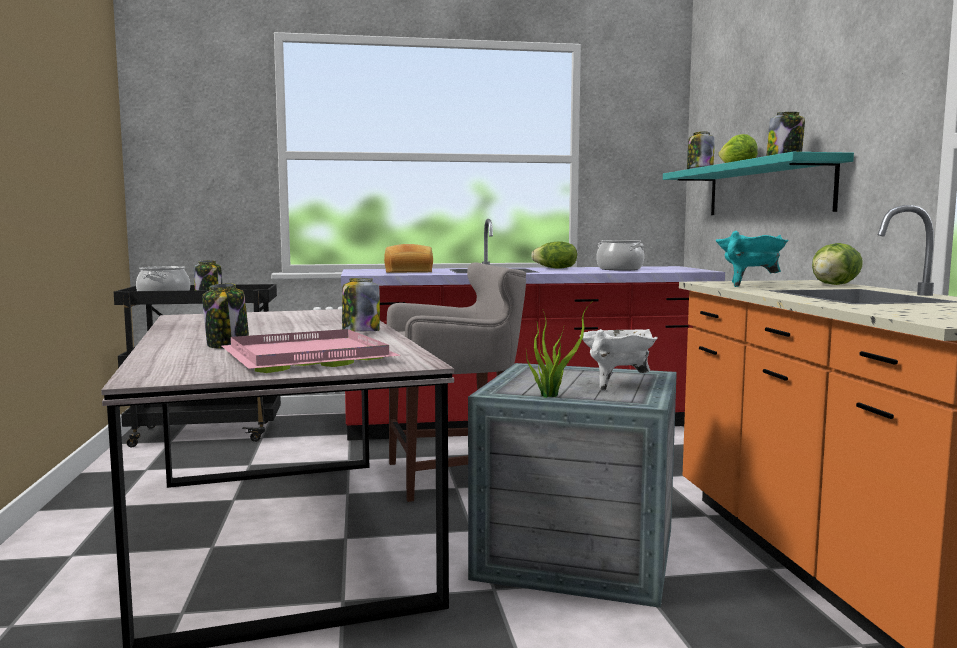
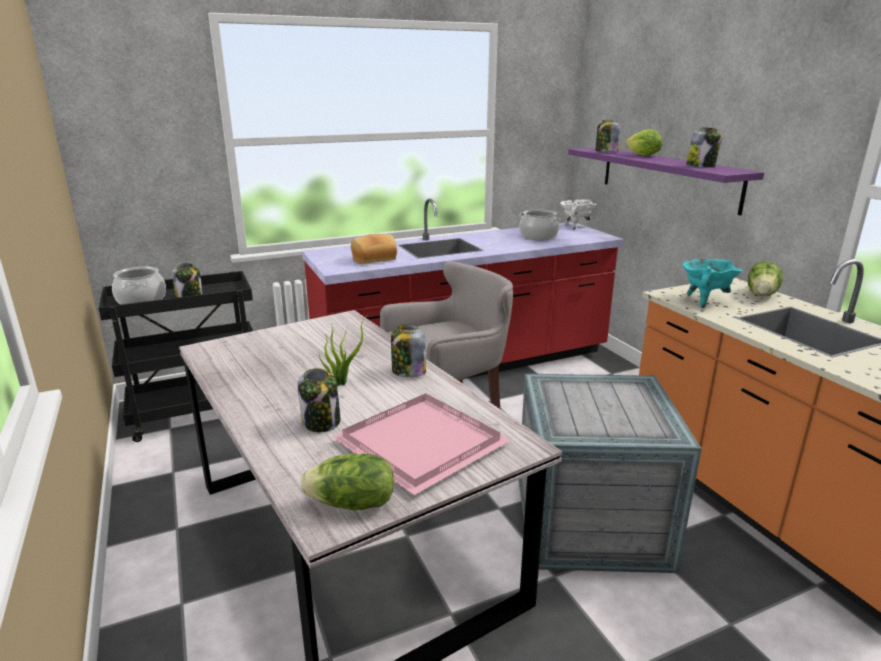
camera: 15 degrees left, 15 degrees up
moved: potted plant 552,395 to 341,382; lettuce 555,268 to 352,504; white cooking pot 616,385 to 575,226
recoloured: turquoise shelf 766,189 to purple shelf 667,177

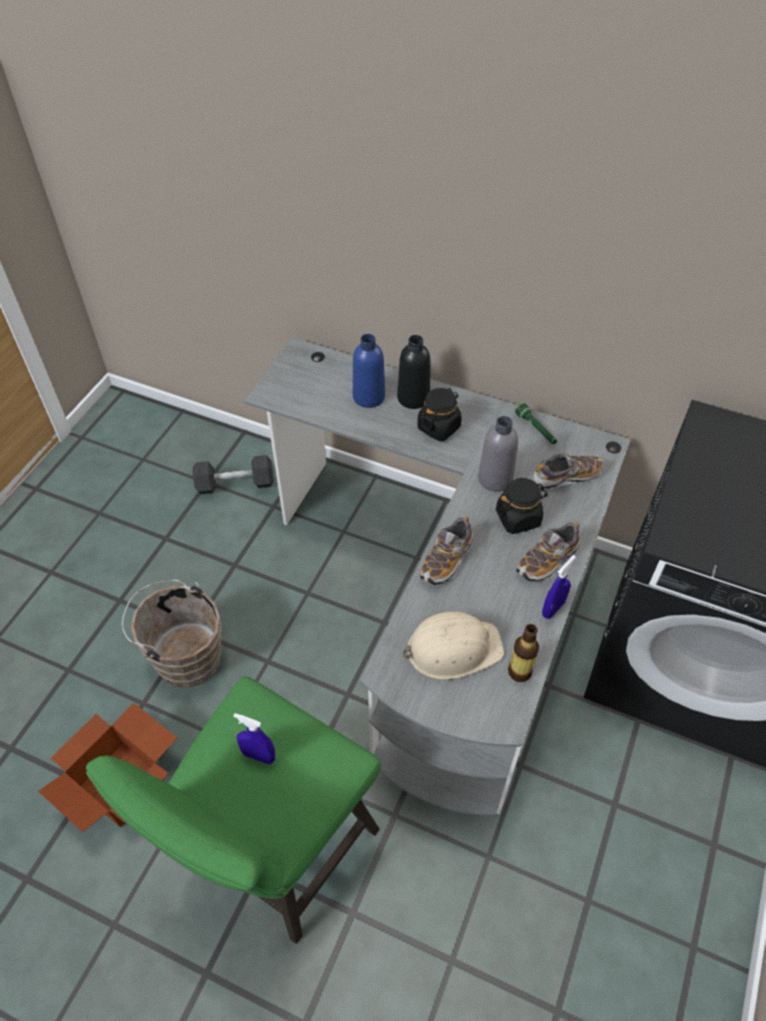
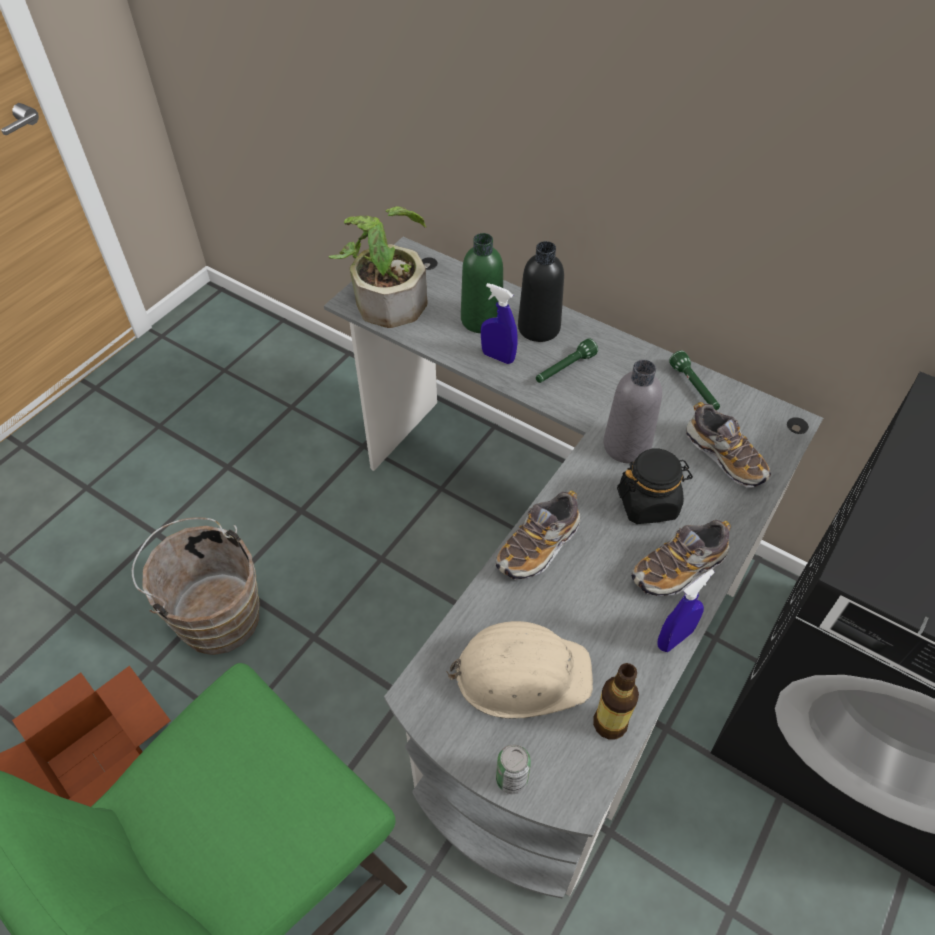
camera: 10 degrees right, 0 degrees up
removed: grey dumbbell 235,484
added: potted plant 386,297; can 511,779
moved: blue spray bottle 258,755 to 498,357
replaced: black jar 439,427 to green flashlight 564,369
recoloured: blue bottle 369,397 to green bottle 481,319
turned: shoe 566,477 = 724,457 60 degrees clockwise

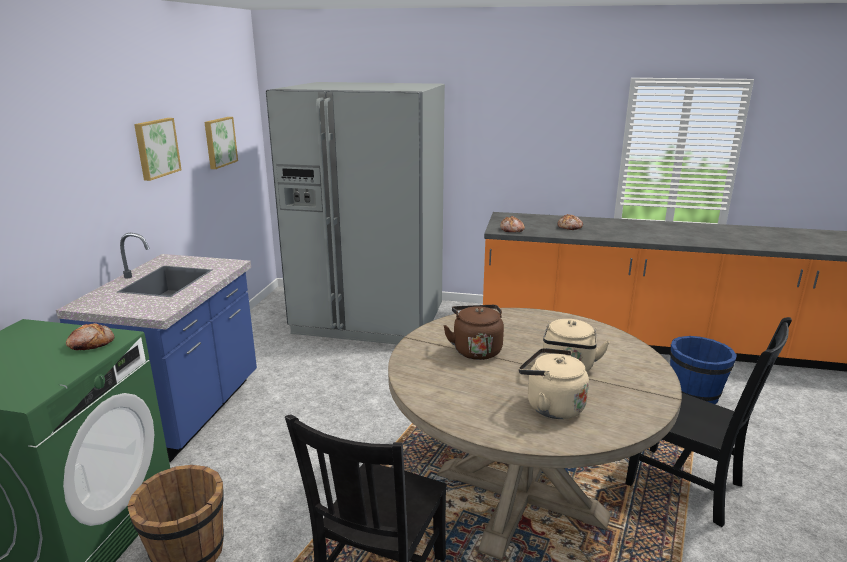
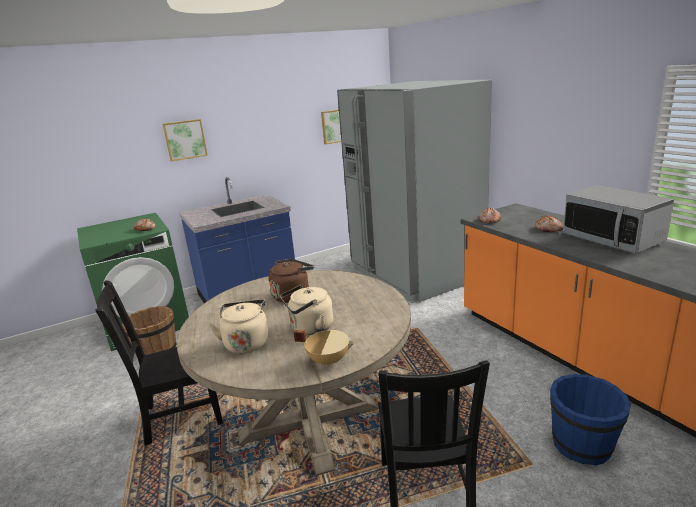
camera: 50 degrees right, 0 degrees up
added: beige cooking pot 328,360; microwave 612,239
moved: picture 156,148 to 185,139

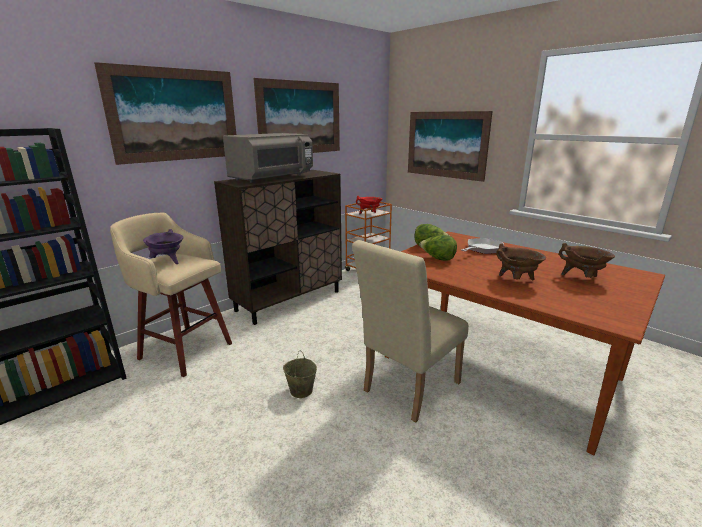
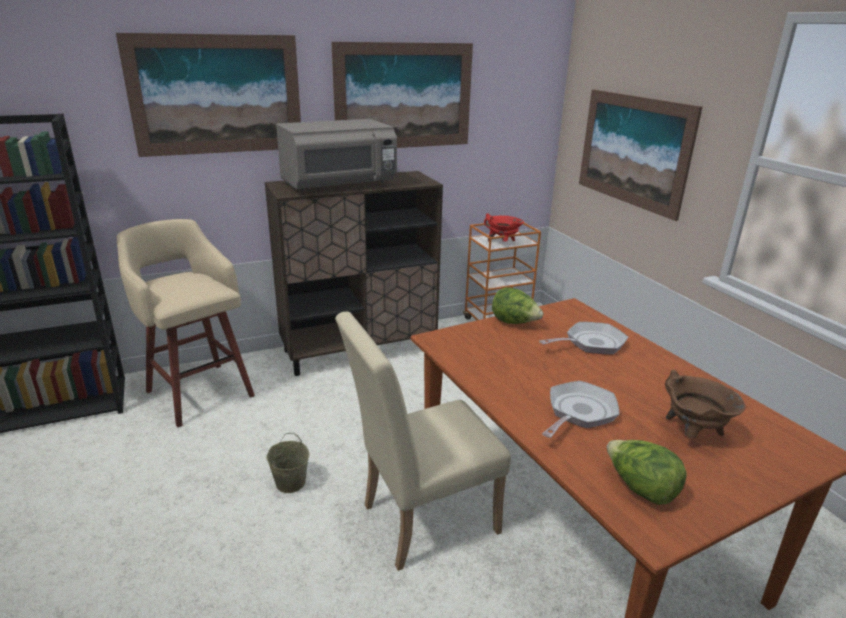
camera: 20 degrees right, 5 degrees up
removed: purple cooking pot 168,262
moved: lettuce 438,259 to 640,489
replaced: brown cooking pot 516,281 to frying pan 579,413

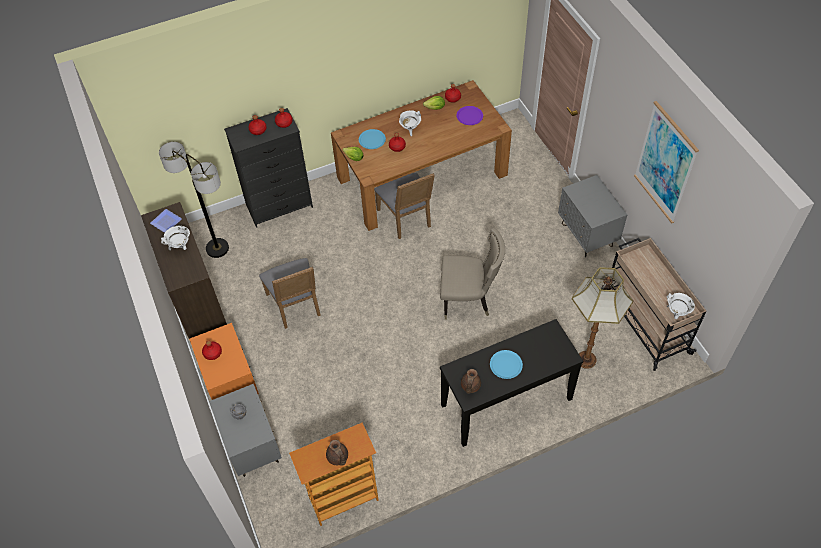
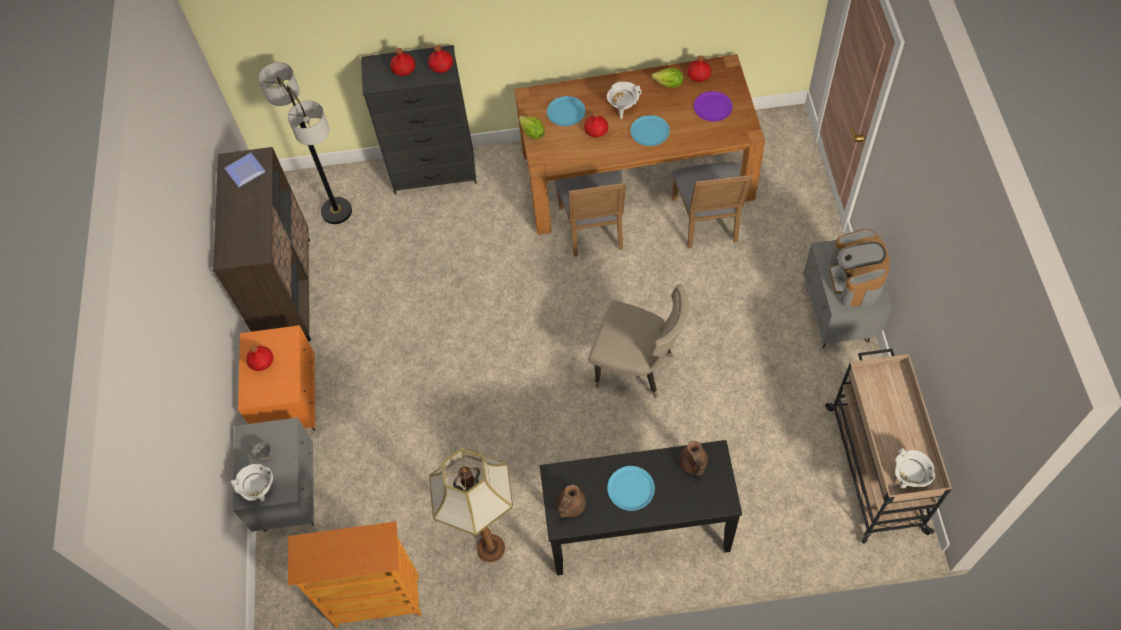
camera: 20 degrees right, 5 degrees up
removed: picture 665,163
added: blue plate 650,131; coffee machine 855,279
moved: white cooking pot 180,246 to 260,490; grey chair 296,306 to 708,223; brown teapot 338,457 to 693,463; floor lamp 585,359 to 490,547

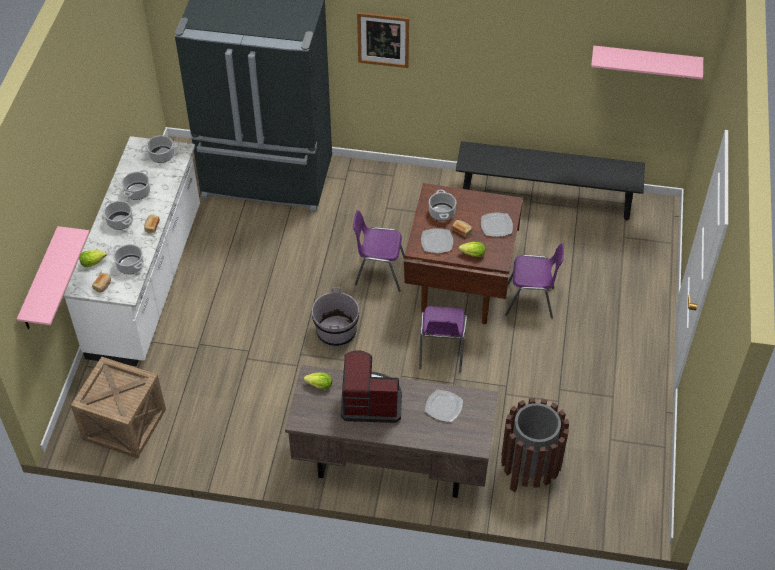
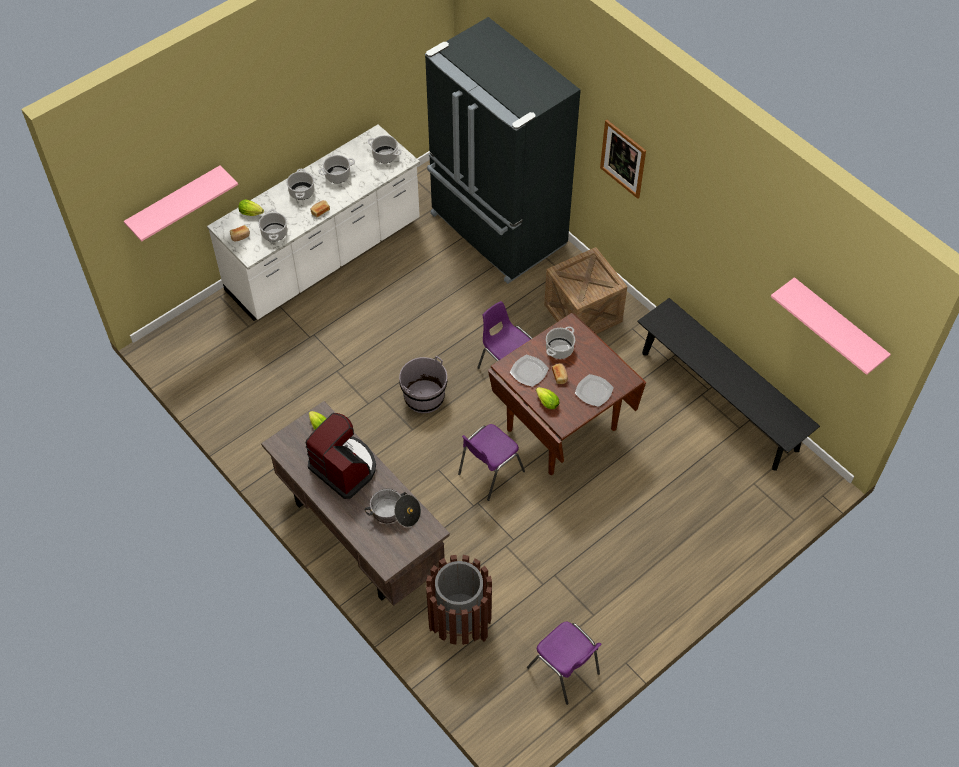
camera: 40 degrees right, 5 degrees up
moved: crate 124,424 to 583,313; purple chair 531,301 to 564,671
replaced: plate 443,406 to cooking pot 394,513

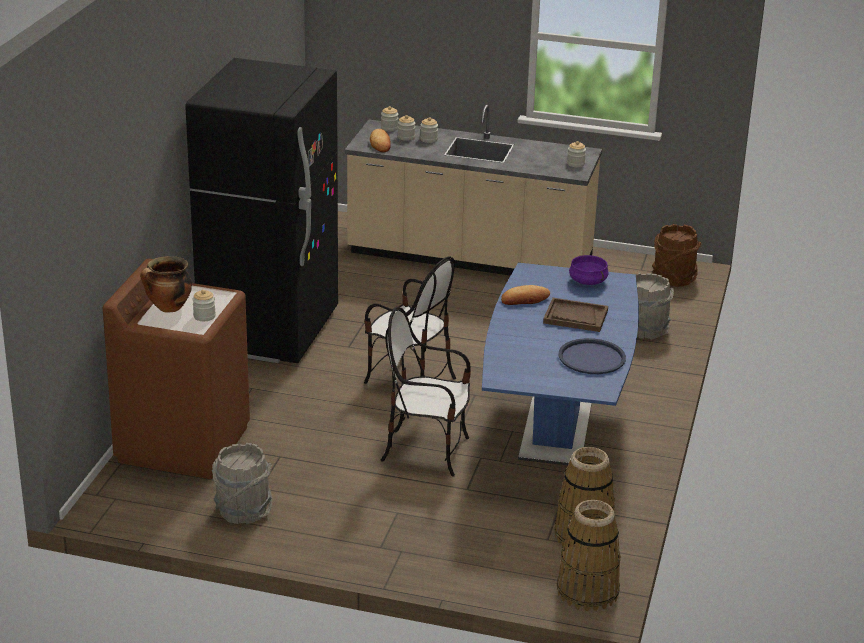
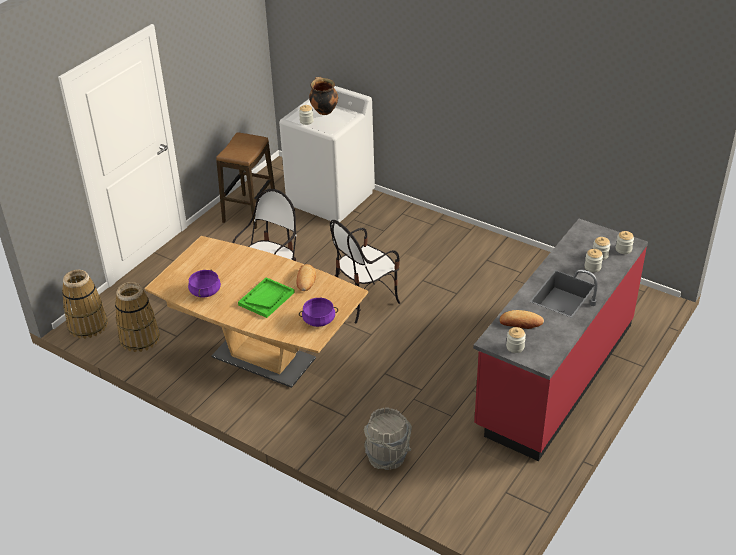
camera: 110 degrees right, 10 degrees up
removed: black fridge 270,331; brown bucket 673,278
moved: bread 380,144 to 521,322
replaced: grey bucket 243,511 to stool 249,211; blue tray 591,357 to purple cooking pot 205,291
recoloured: brown washing machine 183,443 to white washing machine 331,198; beige counter 469,259 to red counter 554,375; blue dining table 556,429 to brown dining table 263,358; brown tray 575,317 to green tray 266,298

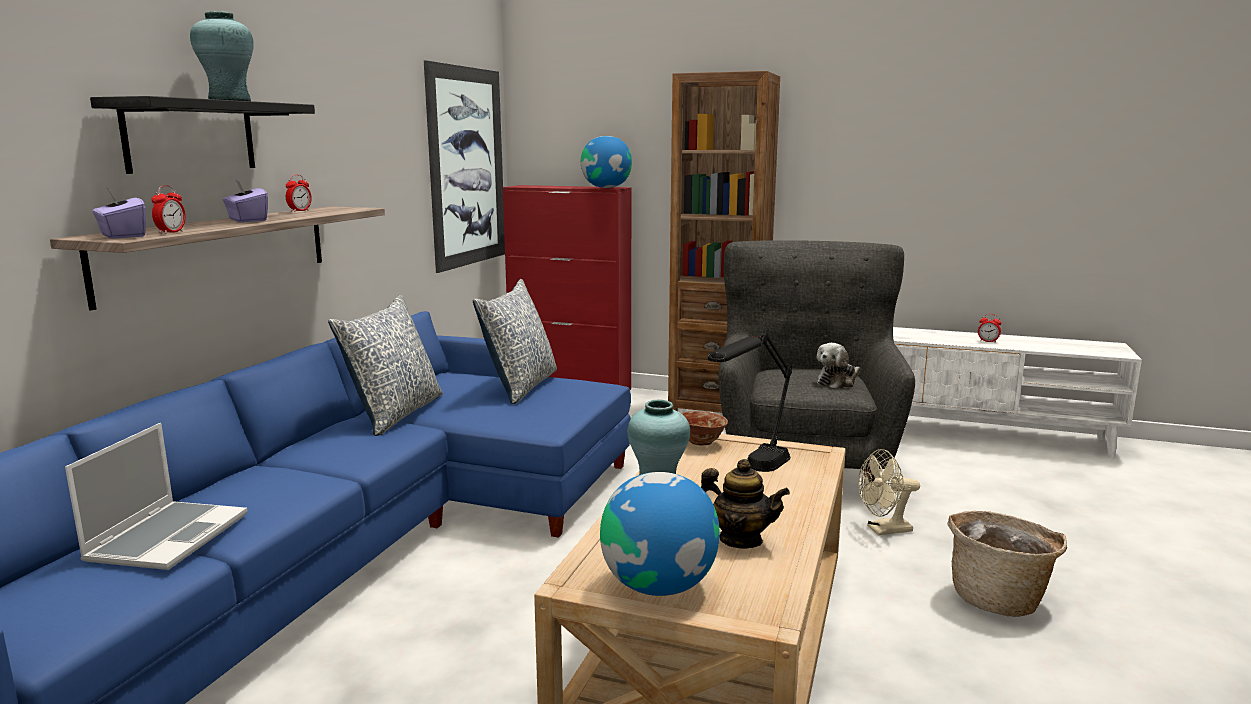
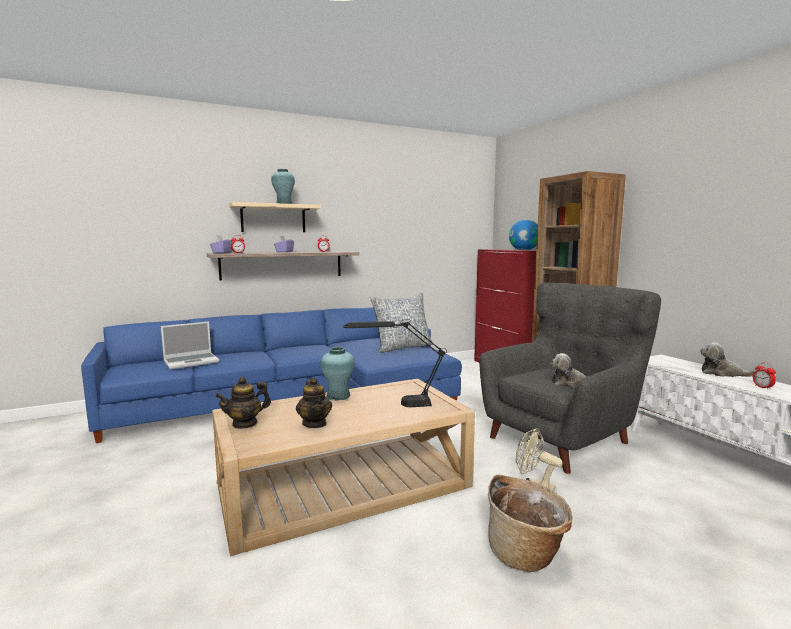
camera: 45 degrees right, 5 degrees down
removed: pillow 395,414; picture 467,167; bowl 701,442
added: plush toy 722,373
replaced: globe 659,585 to teapot 245,423
recoloured: black shelf 191,136 to beige shelf 273,218

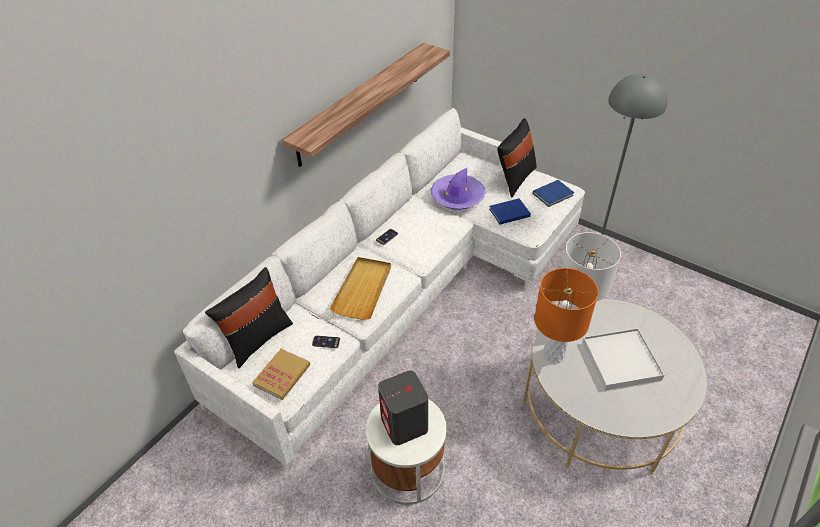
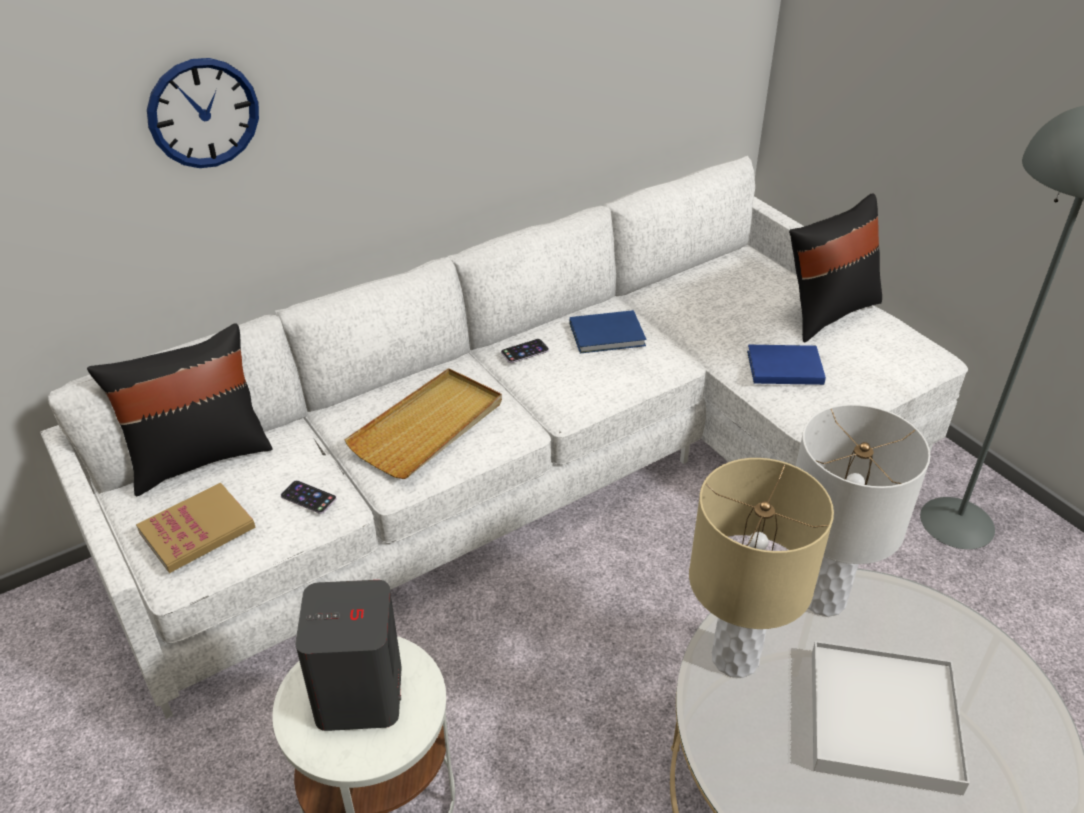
camera: 20 degrees right, 5 degrees down
removed: shelf 360,103; purple hat 457,197
added: wall clock 203,113
moved: blue book 554,194 to 609,335
recoloured: orange table lamp 553,354 to beige table lamp 735,657

